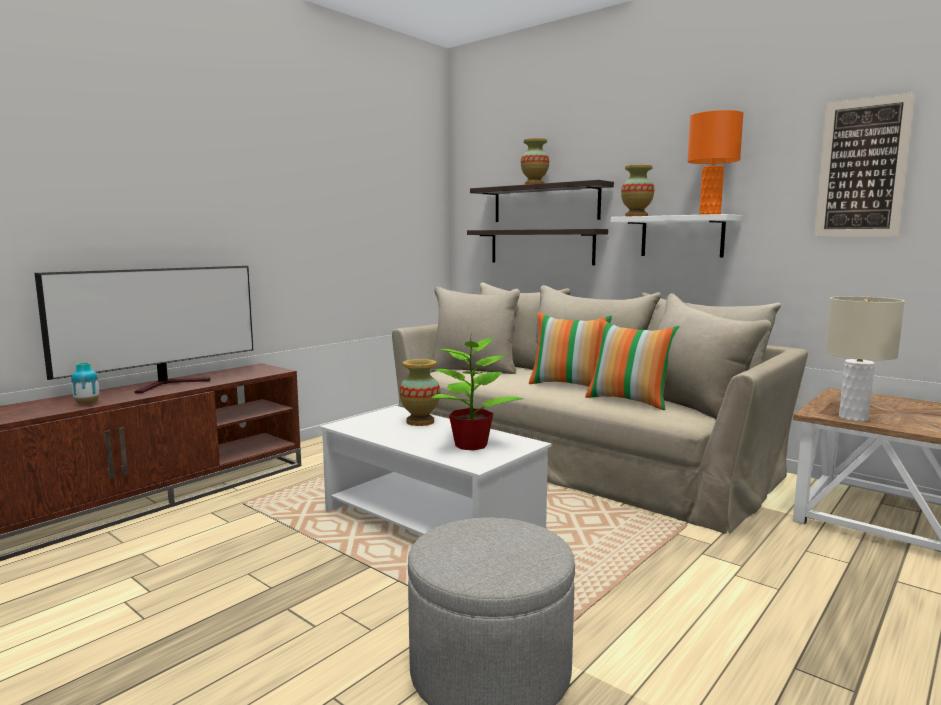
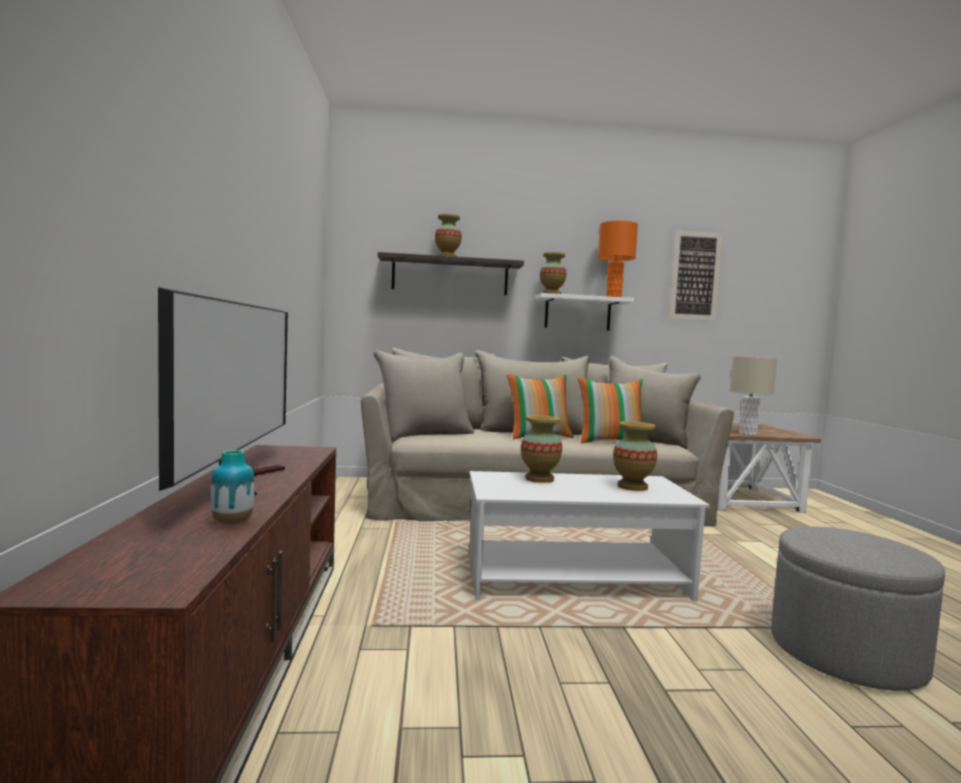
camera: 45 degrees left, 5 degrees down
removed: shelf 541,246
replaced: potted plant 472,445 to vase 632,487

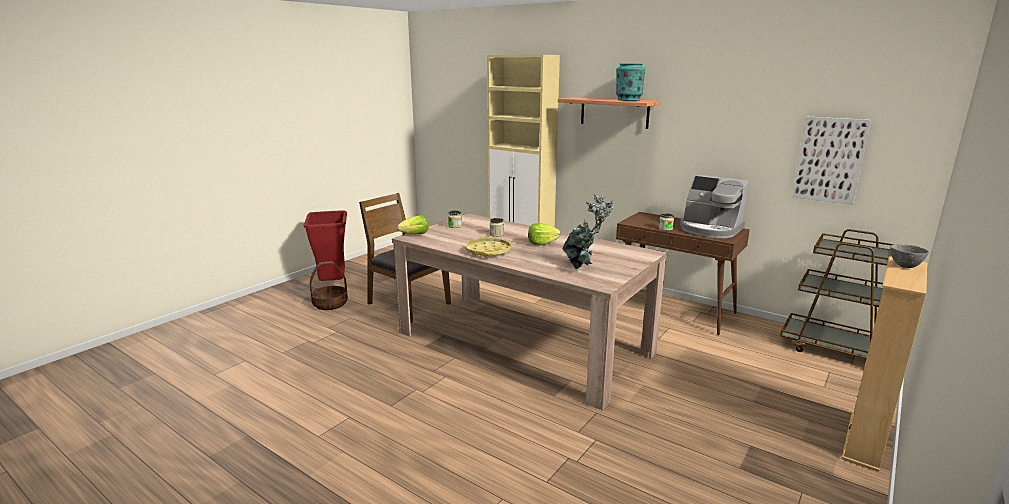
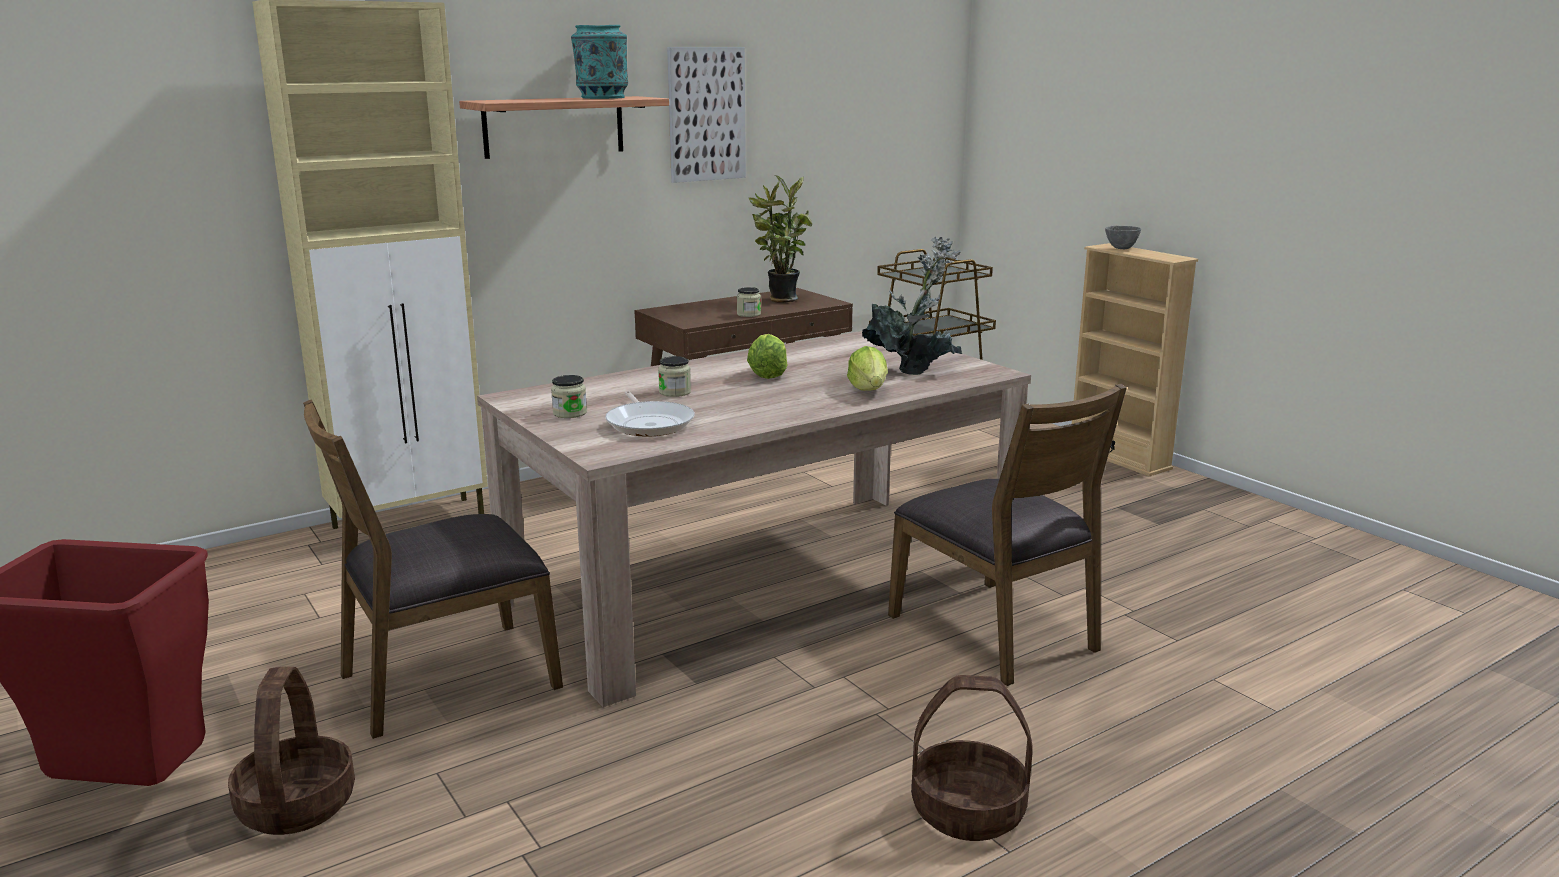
camera: 70 degrees left, 0 degrees up
removed: yellow tray 488,251
added: frying pan 649,423; brown chair 995,631; basket 968,810
moved: lettuce 415,234 to 869,390; picture 830,160 to 706,114
replaced: coffee machine 710,229 to potted plant 780,300

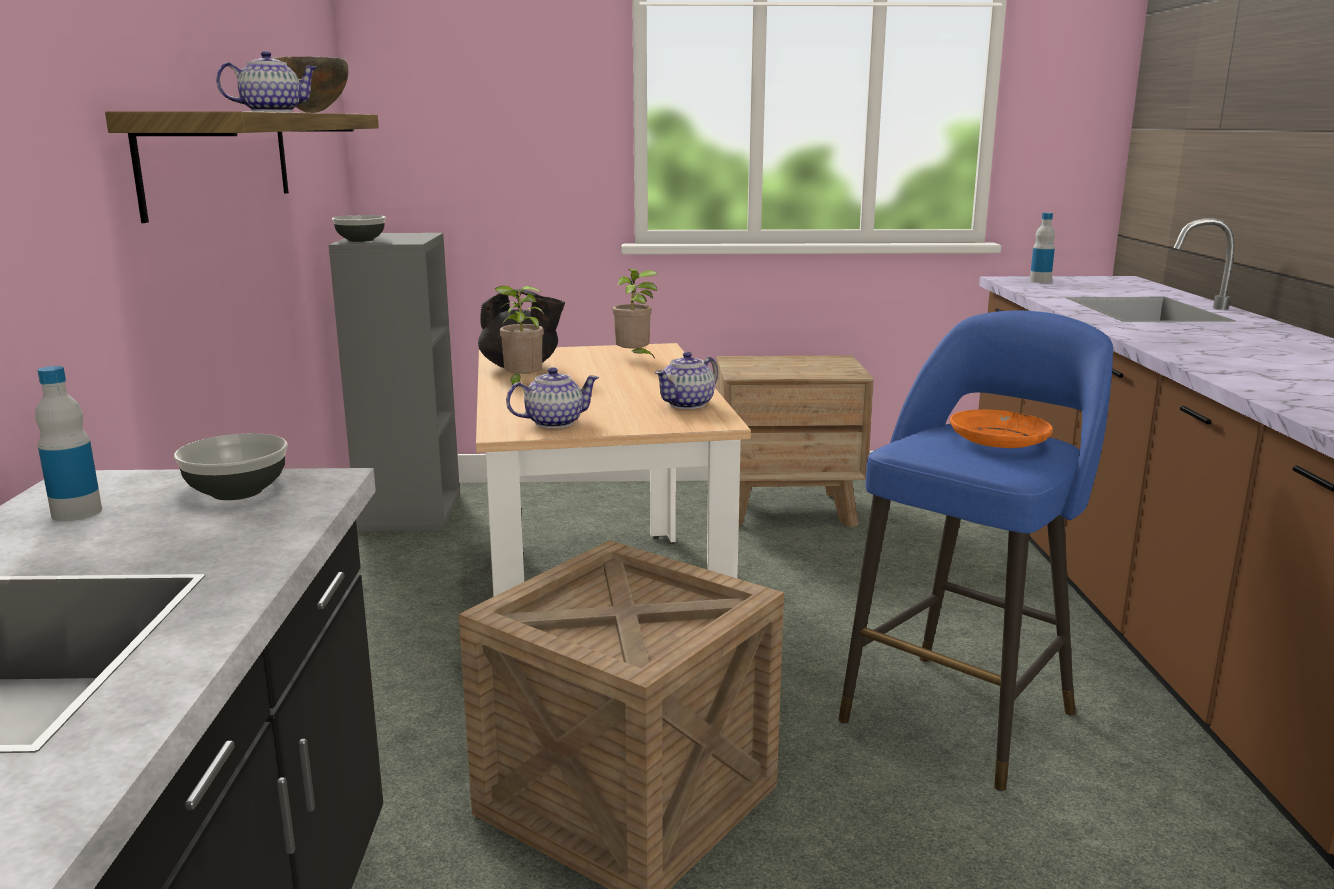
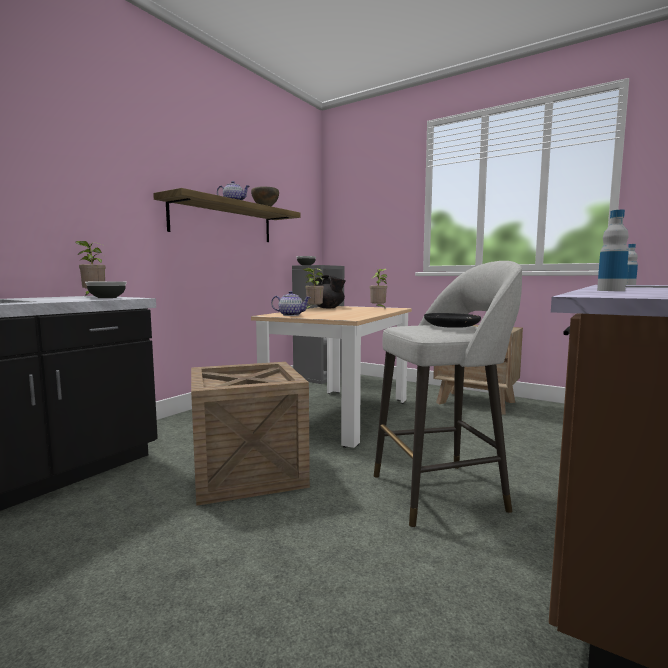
camera: 35 degrees right, 10 degrees down
removed: teapot 688,404
added: potted plant 93,296
moved: bottle 77,512 to 610,290
recoloured: blue stool 962,714 to grey stool 441,492; orange plate 998,441 to black plate 451,326

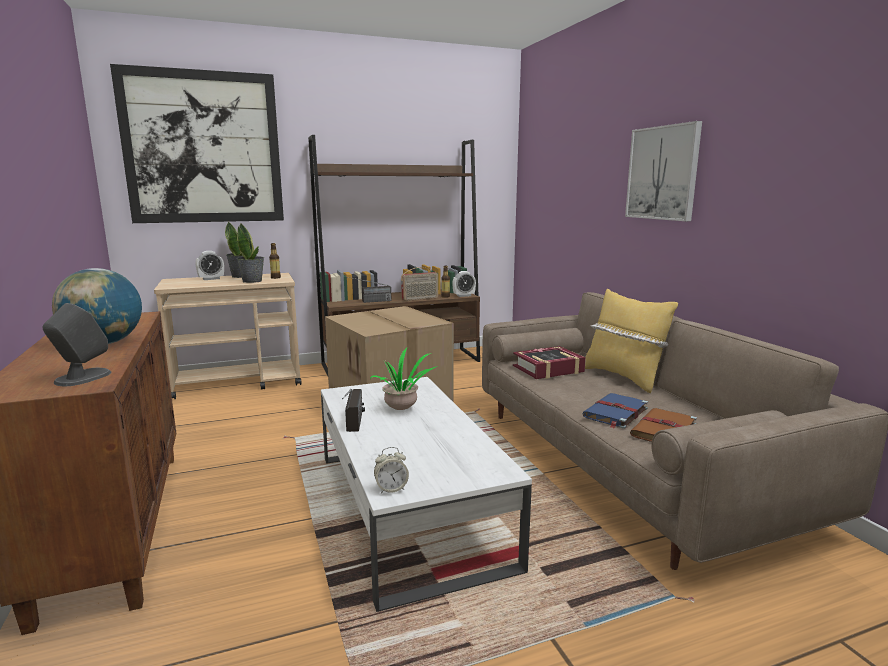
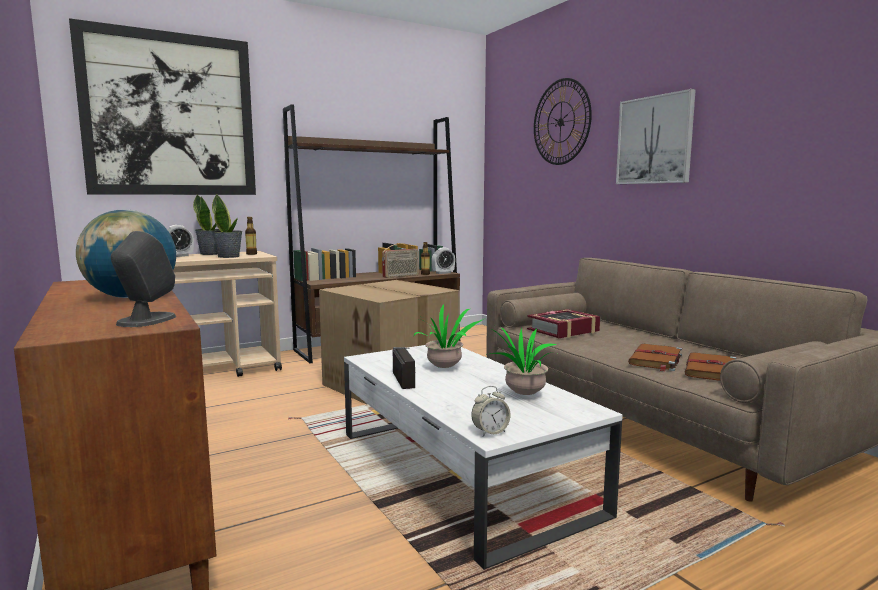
camera: 10 degrees left, 5 degrees down
removed: radio 369,301; yellow pillow 623,377
added: potted plant 522,394; wall clock 561,122
recoloured: blue book 615,413 to brown book 655,360

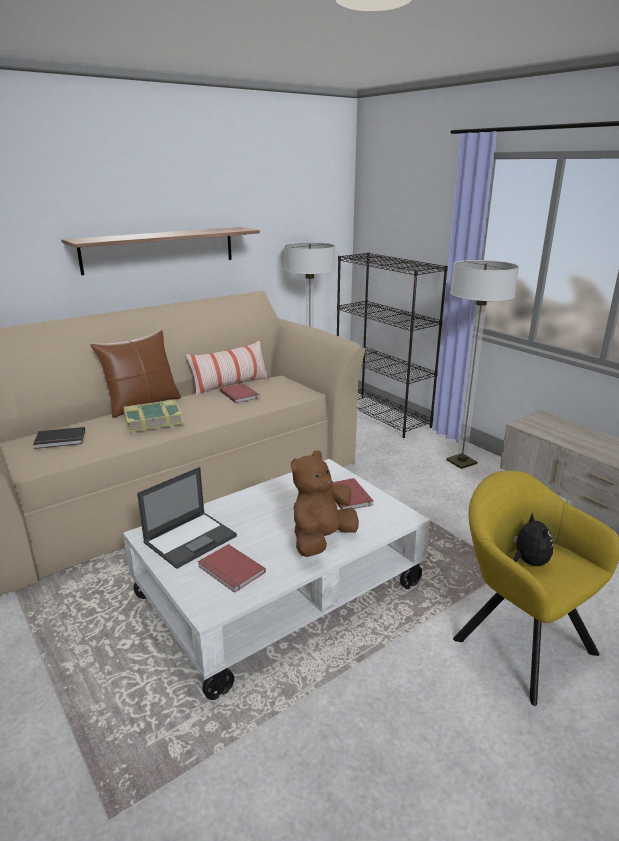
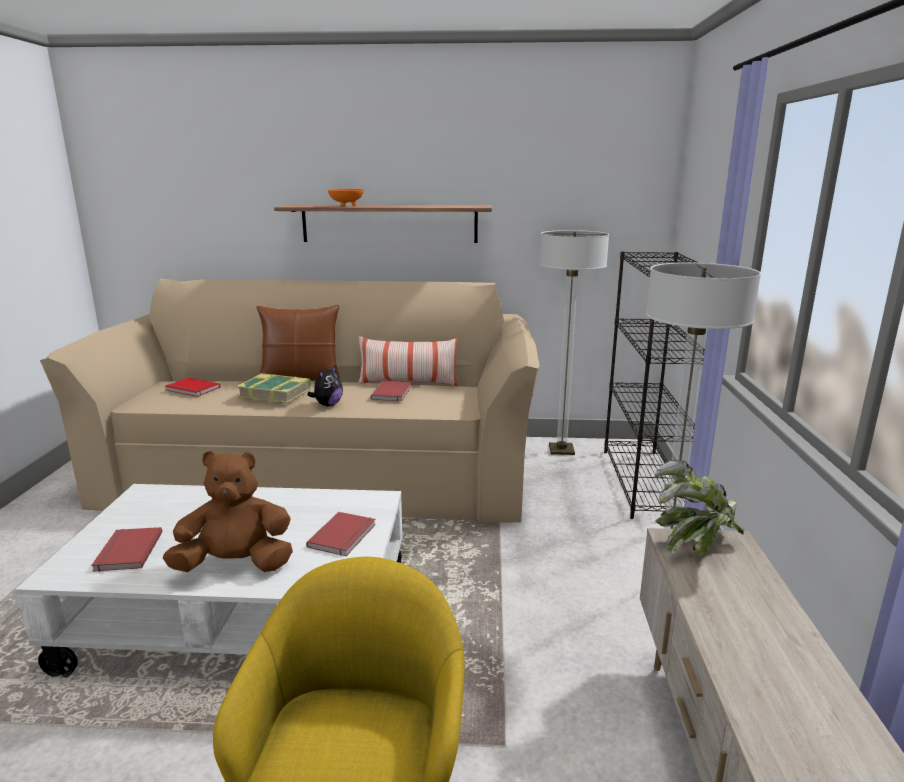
camera: 40 degrees right, 5 degrees down
removed: laptop 191,539
added: orange bowl 346,205; potted plant 694,544
moved: plush toy 528,562 to 327,405
recoloured: black book 60,440 to red book 192,389

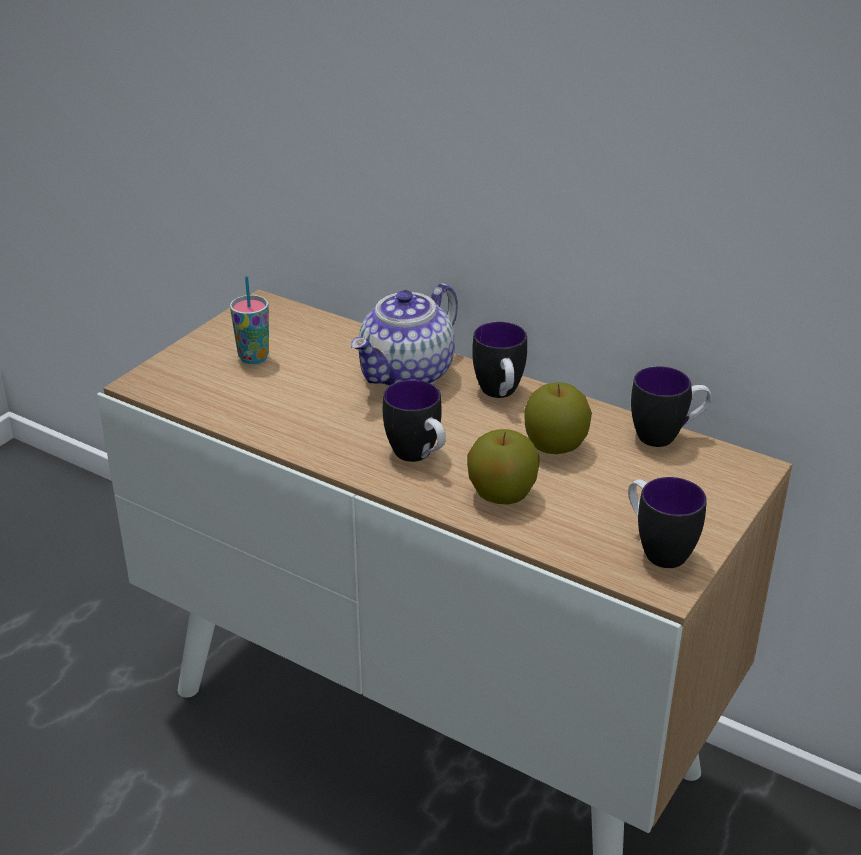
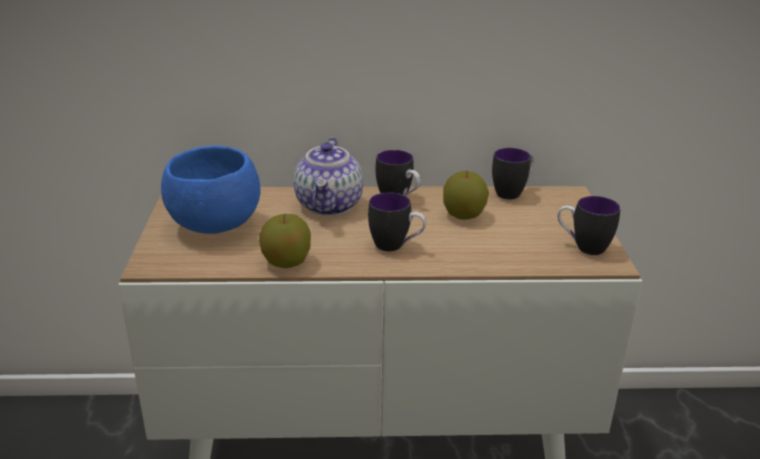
camera: 35 degrees left, 5 degrees down
moved: apple 502,495 to 286,262
replaced: cup 253,358 to blue bowl 214,226

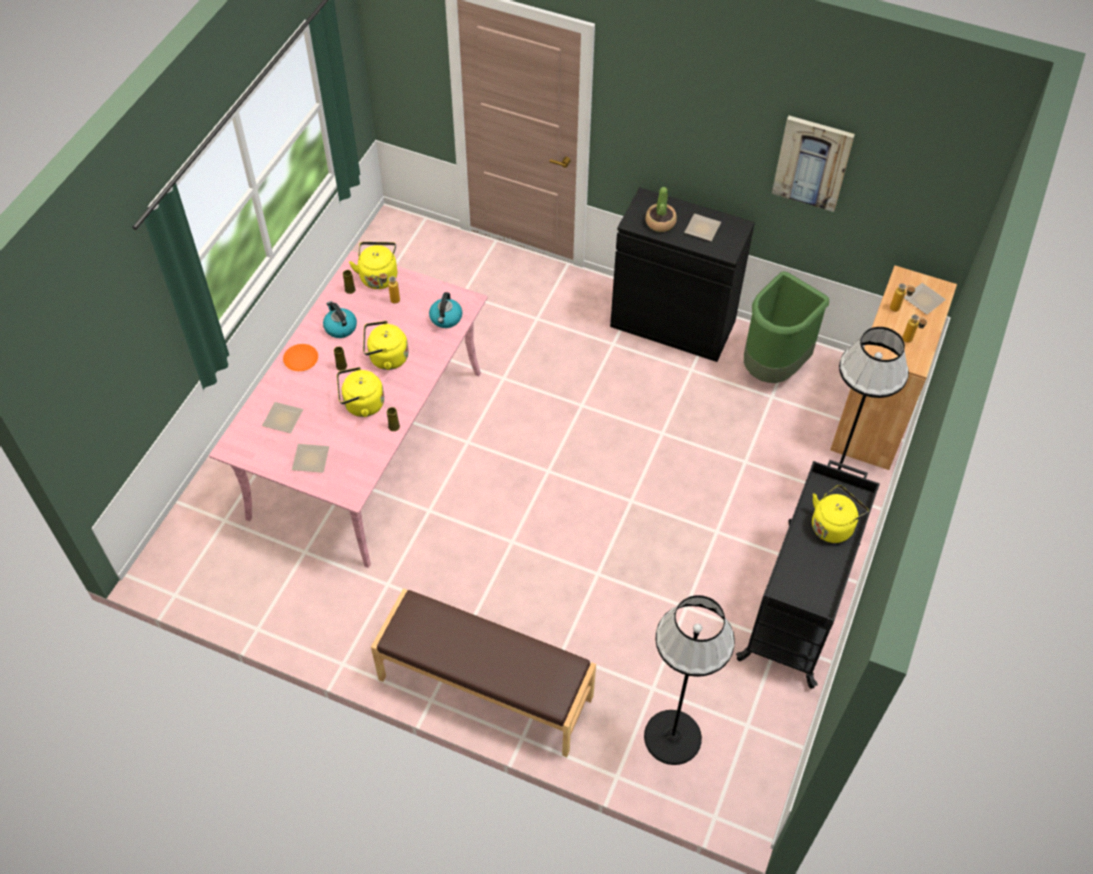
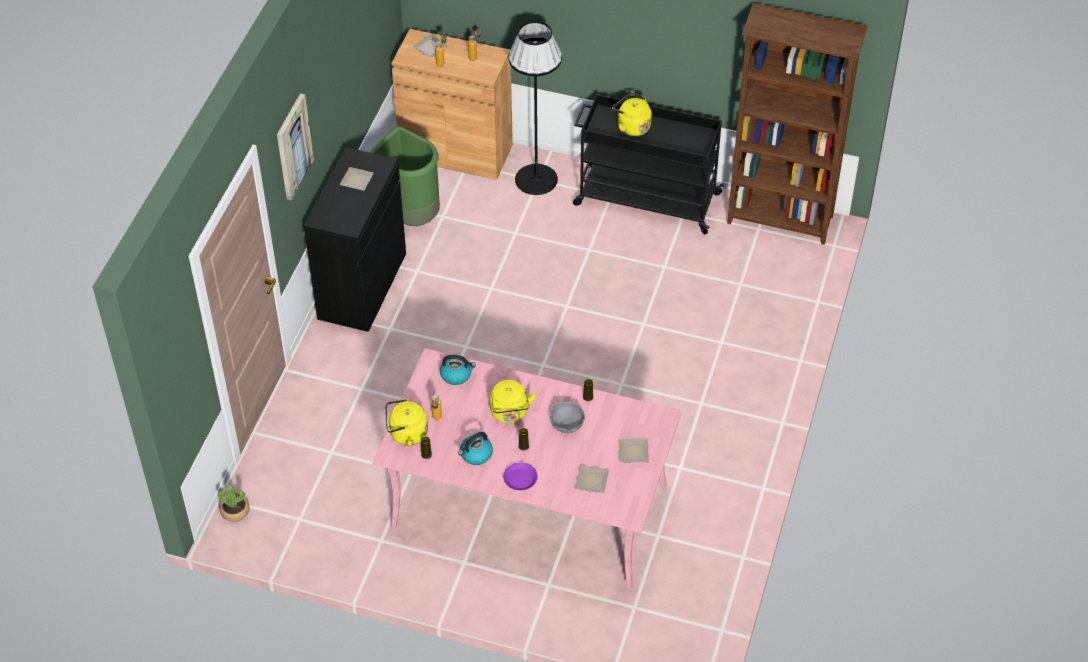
camera: 95 degrees left, 5 degrees down
removed: brown bench 485,689; black floor lamp 672,737
added: brown bookcase 780,220
moved: potted plant 660,222 to 235,511; picture 812,162 to 293,146
replaced: yellow kettle 361,405 to grey bowl 567,424
recoloured: orange plate 301,360 to purple plate 520,479

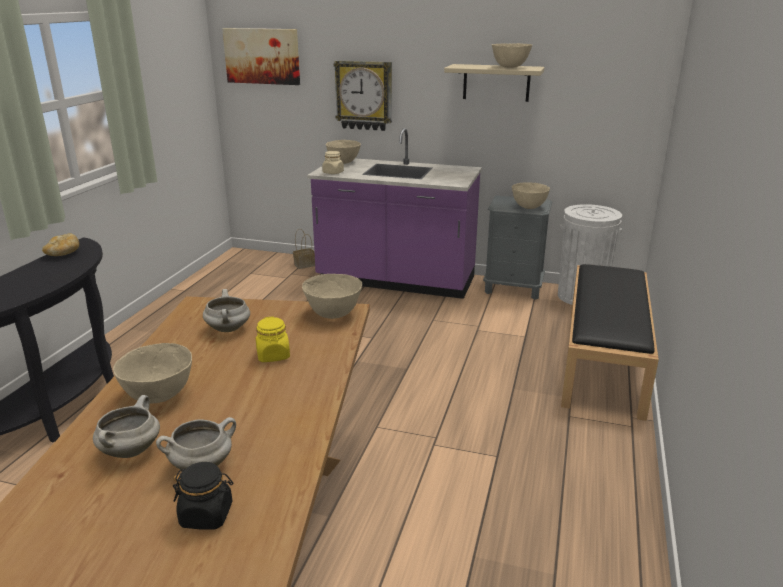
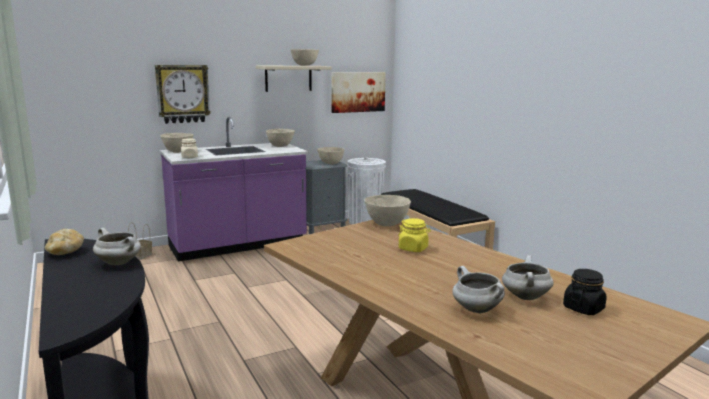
camera: 45 degrees left, 10 degrees down
moved: beige bowl 158,396 to 280,146; white cooking pot 229,329 to 120,263; picture 262,56 to 357,92

